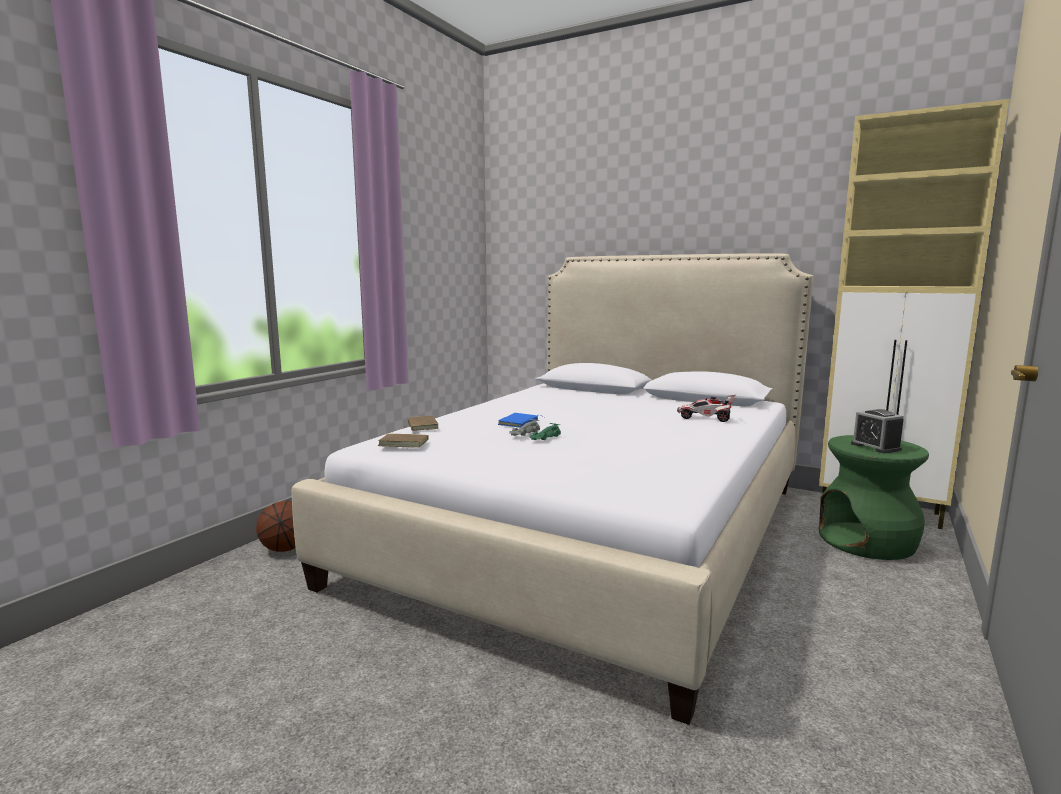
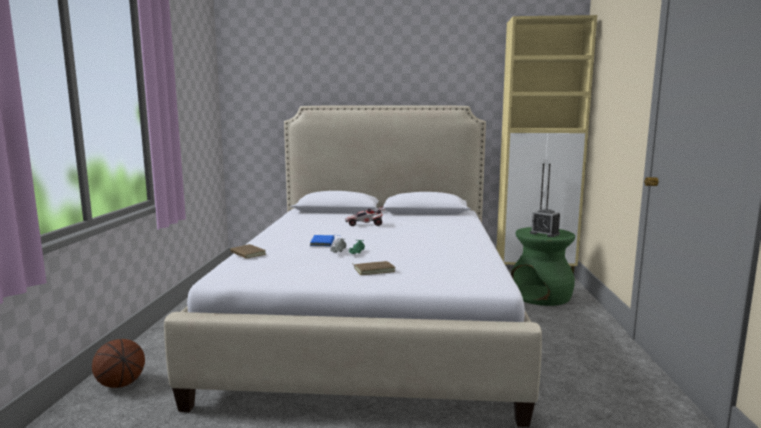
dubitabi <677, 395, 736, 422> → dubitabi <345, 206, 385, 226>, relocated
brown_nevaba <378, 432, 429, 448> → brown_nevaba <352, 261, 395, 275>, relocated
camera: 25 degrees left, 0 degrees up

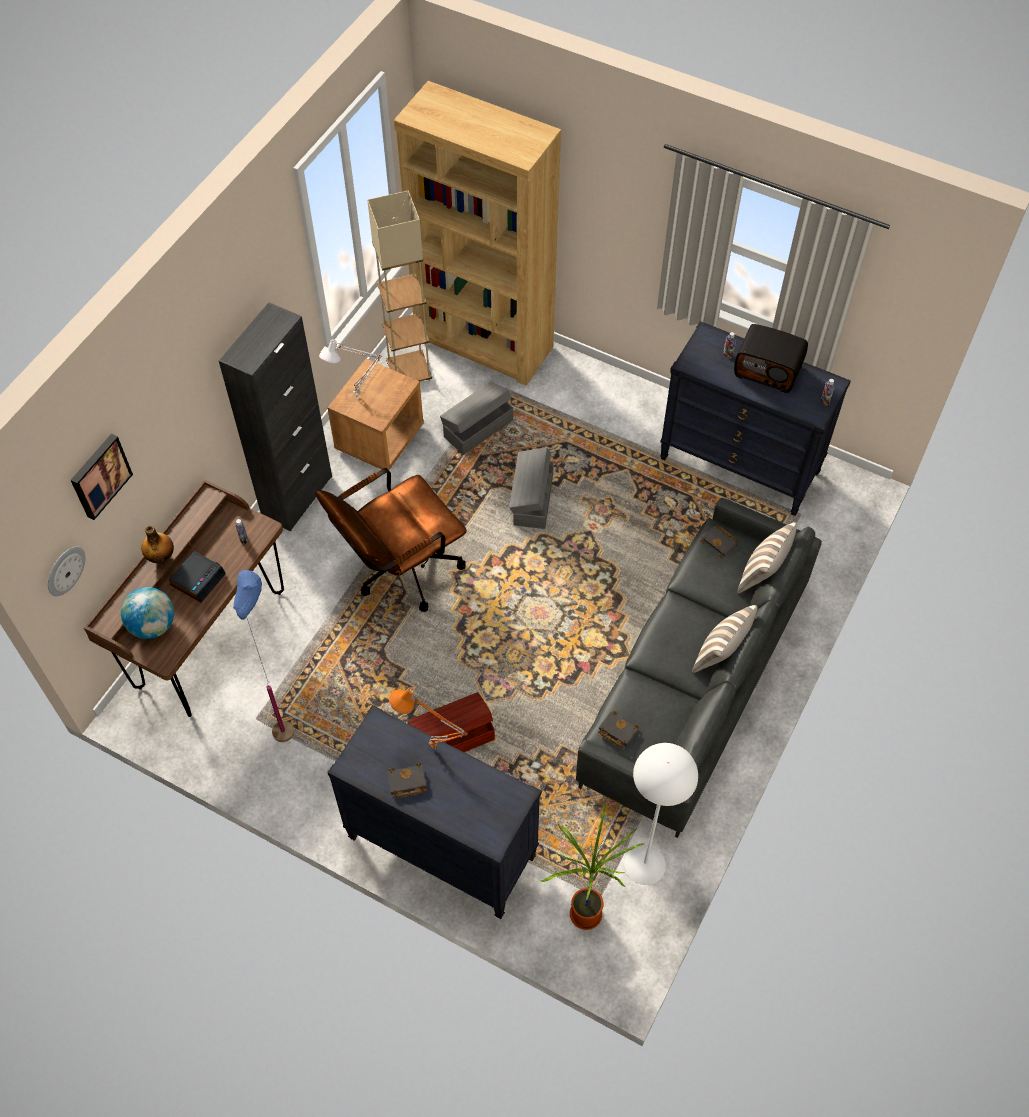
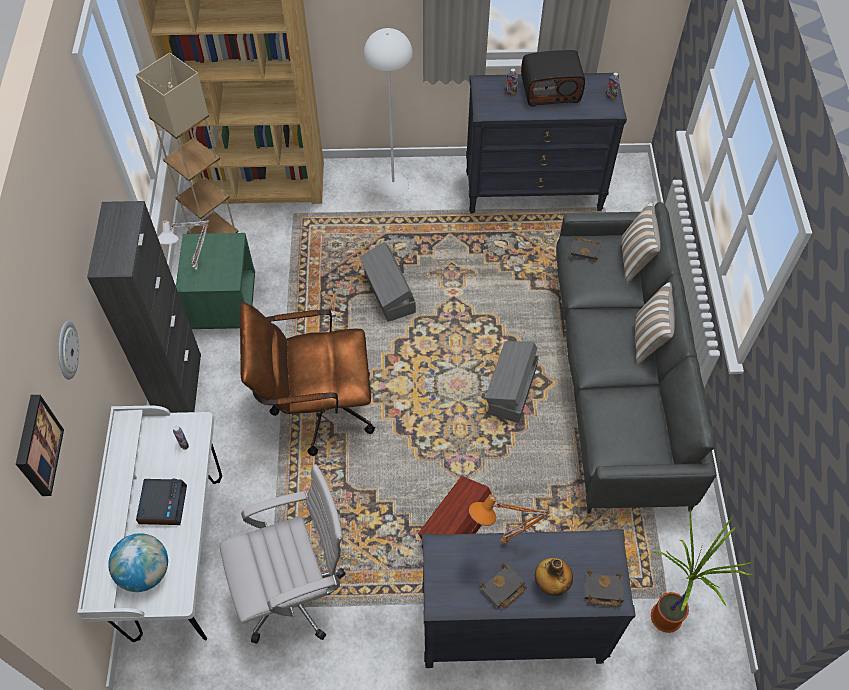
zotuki <48, 547, 85, 596> → zotuki <58, 321, 79, 380>, relocated
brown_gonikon <84, 479, 284, 717> → white_gonikon <77, 405, 222, 642>
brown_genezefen <327, 359, 424, 470> → green_genezefen <176, 233, 255, 329>
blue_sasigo <233, 570, 294, 742> → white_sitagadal <220, 464, 346, 644>
brown_sitagadal <316, 468, 467, 612> → brown_sitagadal <240, 302, 375, 456>, 60 degrees clockwise
white_sasigo <624, 743, 698, 885> → white_sasigo <364, 28, 413, 197>, relocated
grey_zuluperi <440, 382, 513, 455> → grey_zuluperi <485, 341, 539, 423>, relocated
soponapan <141, 526, 174, 564> → soponapan <535, 558, 573, 596>, relocated
black_nevaba <598, 711, 639, 748> → black_nevaba <585, 570, 624, 607>, relocated
camera: 30 degrees left, 0 degrees up

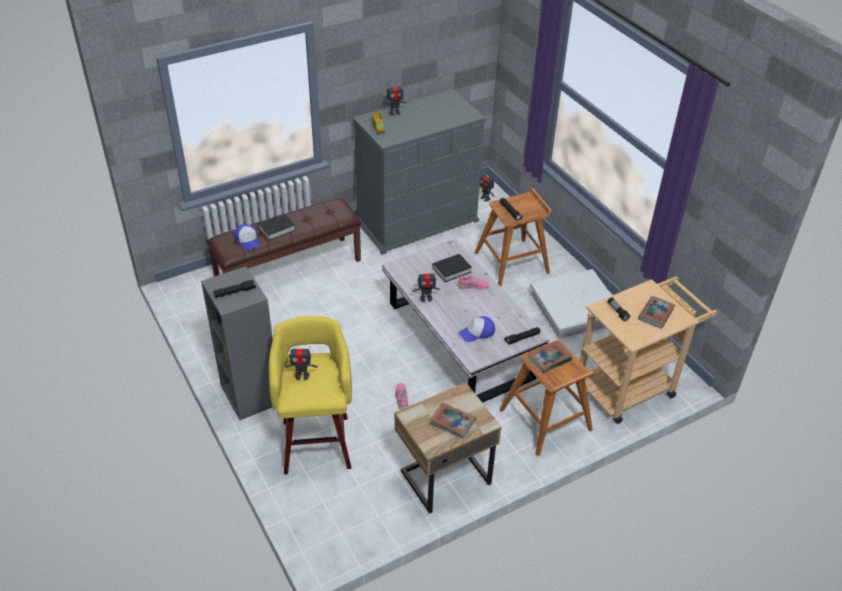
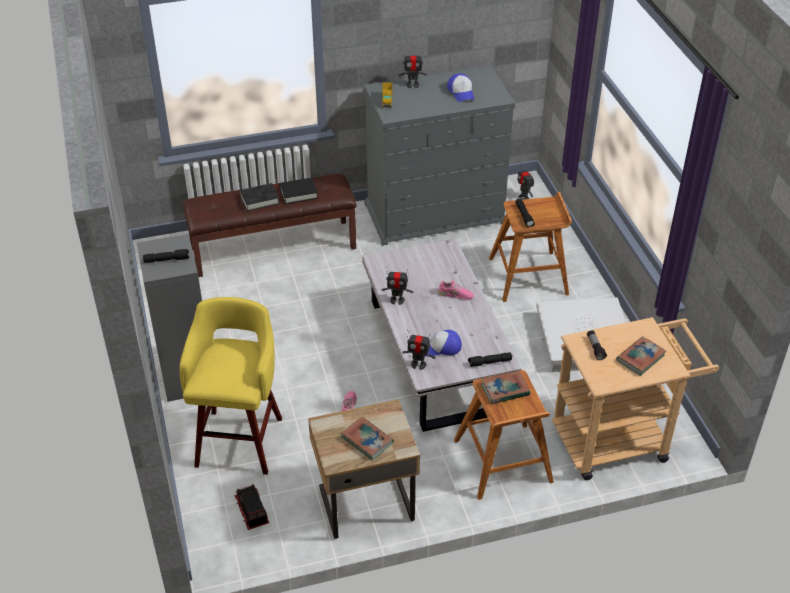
- → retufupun <234, 484, 269, 530>
black_nevaba <432, 254, 472, 282> → black_nevaba <279, 178, 318, 204>, relocated
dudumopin <285, 345, 318, 380> → dudumopin <402, 330, 436, 370>, relocated
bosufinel <234, 224, 260, 251> → bosufinel <447, 73, 474, 102>, relocated
camera: 15 degrees right, 0 degrees up

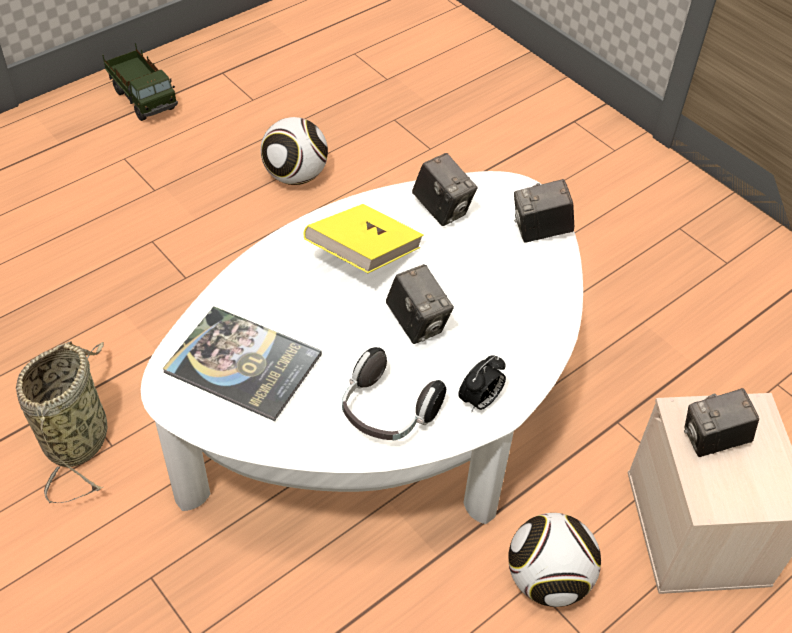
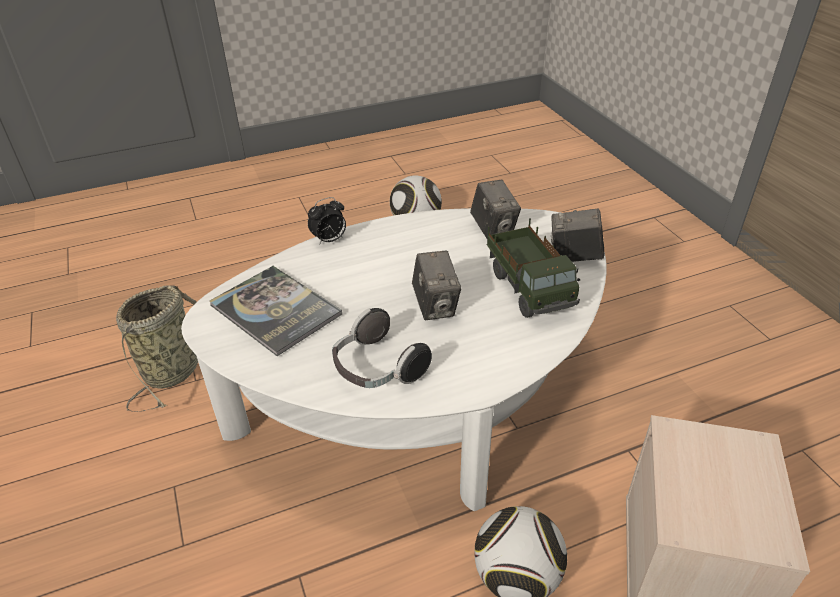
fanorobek <458, 355, 506, 412> → fanorobek <308, 197, 346, 245>, relocated
retufupun <102, 43, 178, 121> → retufupun <487, 218, 580, 318>, relocated
yellow_nevaba <304, 204, 424, 273> → -
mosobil <684, 388, 759, 457> → -
camera: 20 degrees right, 10 degrees down

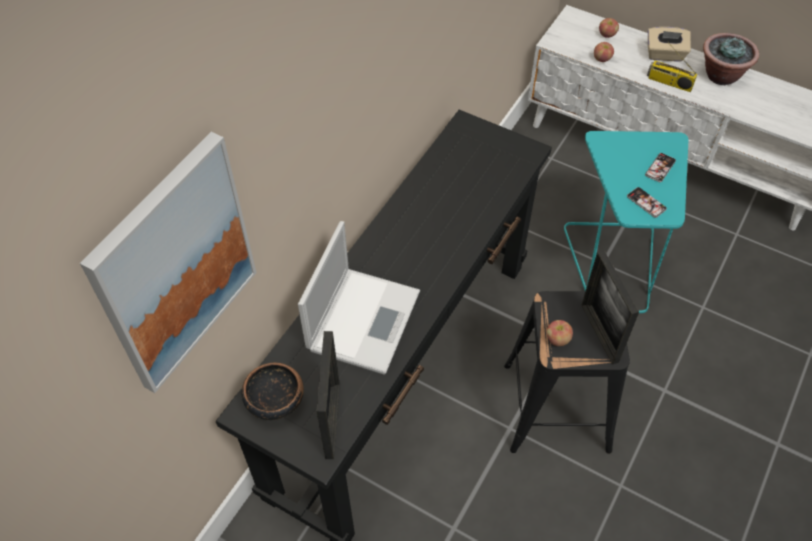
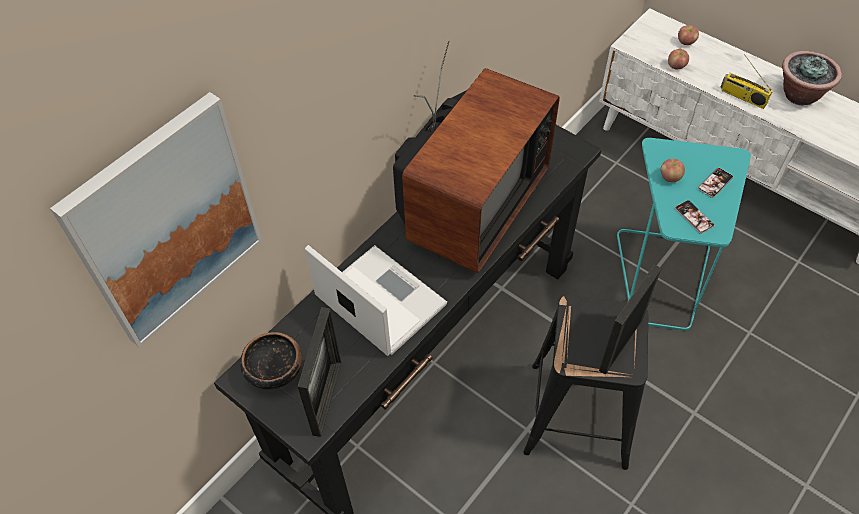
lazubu <298, 221, 420, 375> → lazubu <305, 245, 447, 356>, 75 degrees counterclockwise
- → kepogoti <393, 41, 560, 273>
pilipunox <581, 250, 639, 364> → pilipunox <599, 265, 662, 375>, 45 degrees clockwise
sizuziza <546, 320, 573, 346> → sizuziza <661, 159, 685, 182>, relocated
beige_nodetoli <648, 27, 691, 62> → -
camera: 10 degrees right, 0 degrees up

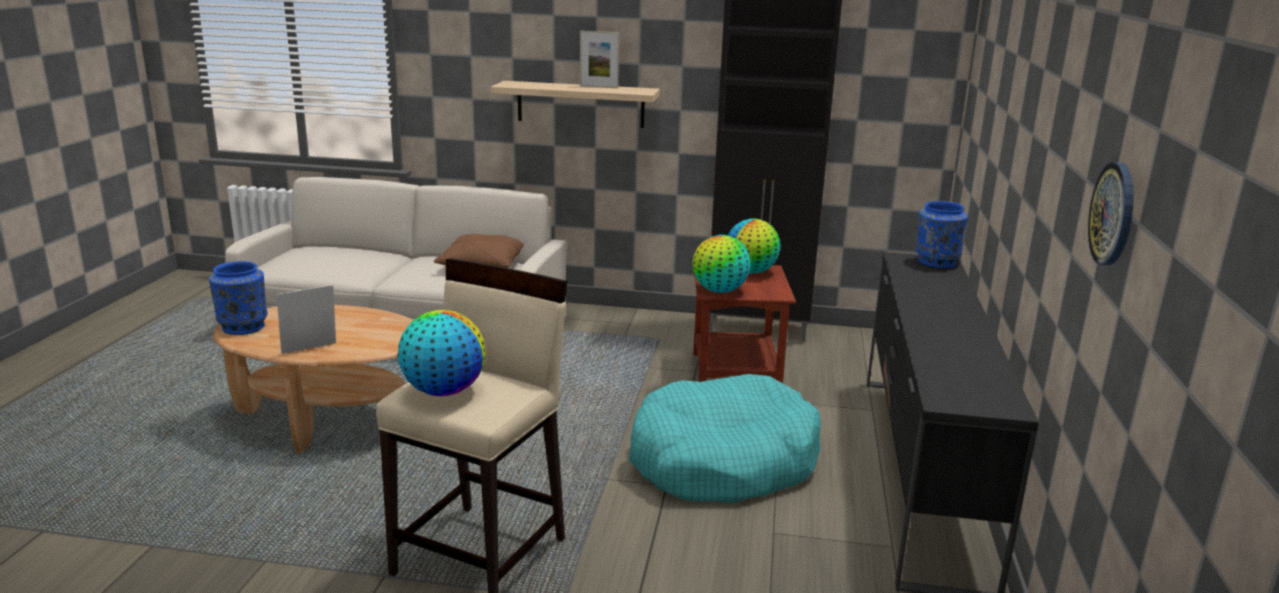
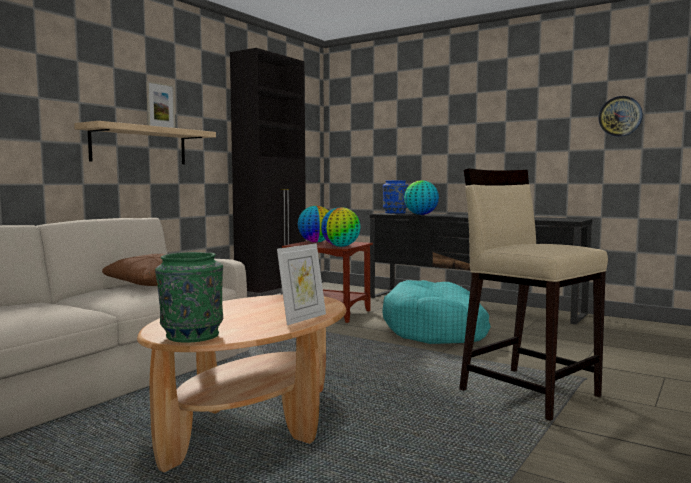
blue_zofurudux <209, 261, 268, 335> → green_zofurudux <155, 252, 223, 343>
pilipunox <276, 285, 336, 354> → pilipunox <277, 243, 326, 325>, 135 degrees counterclockwise
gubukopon <398, 310, 486, 396> → gubukopon <404, 180, 439, 215>, relocated
camera: 65 degrees left, 15 degrees down

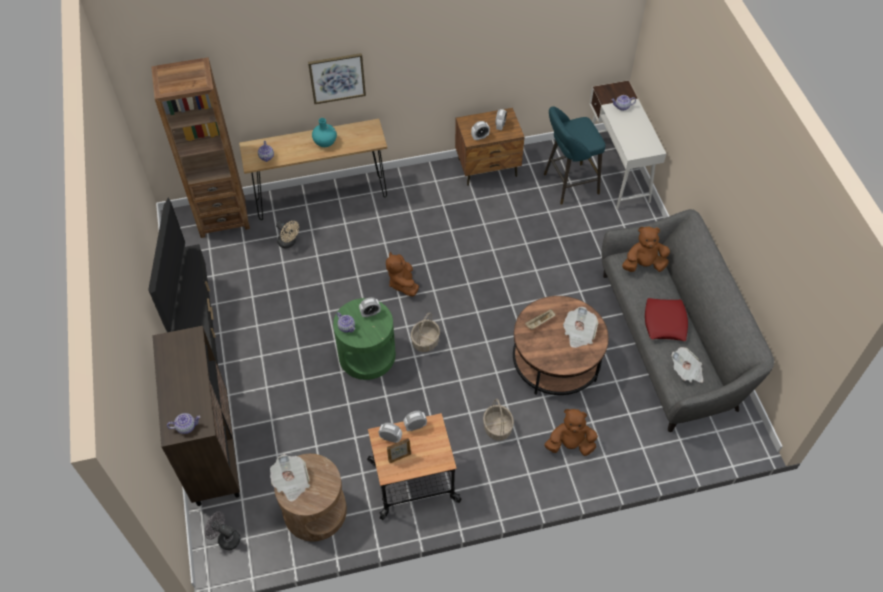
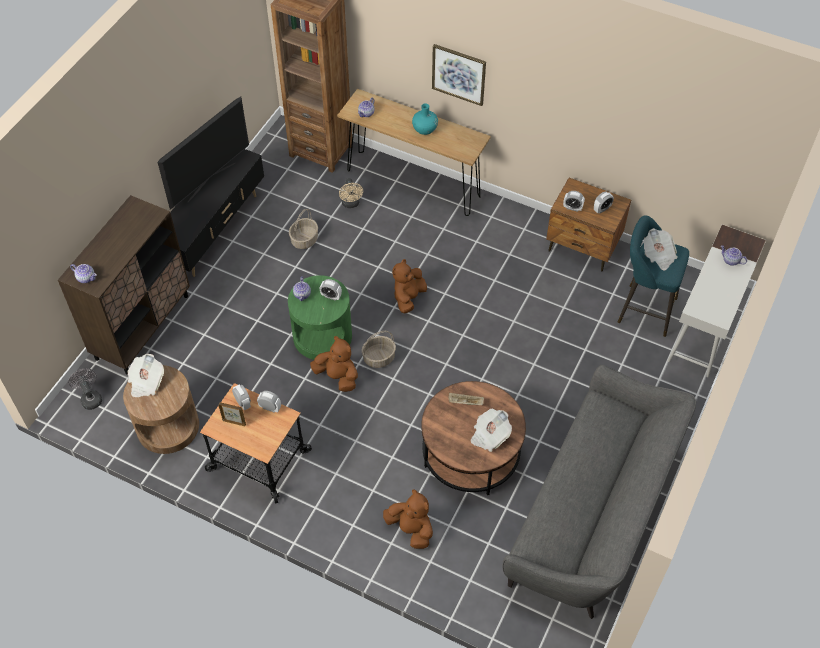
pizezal <483, 399, 514, 441> → pizezal <289, 209, 318, 249>, relocated
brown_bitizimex <622, 227, 670, 272> → brown_bitizimex <310, 336, 358, 392>, relocated
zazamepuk <672, 347, 703, 383> → zazamepuk <643, 228, 678, 271>, relocated
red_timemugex <645, 298, 688, 341> → -
camera: 40 degrees right, 0 degrees up

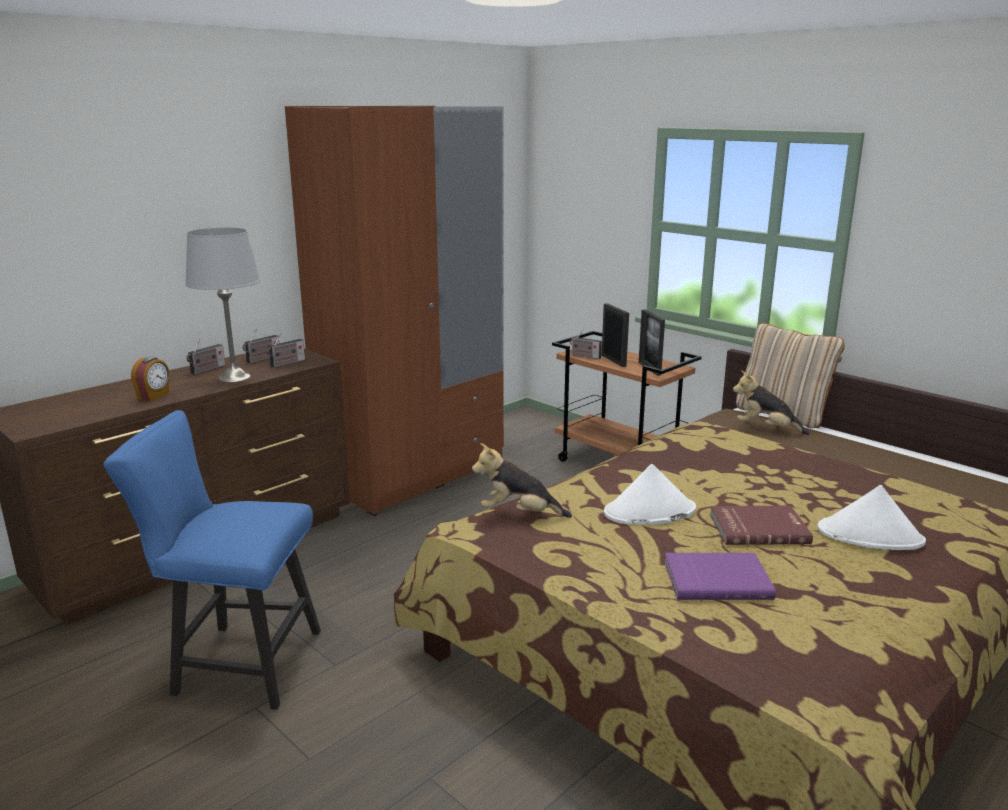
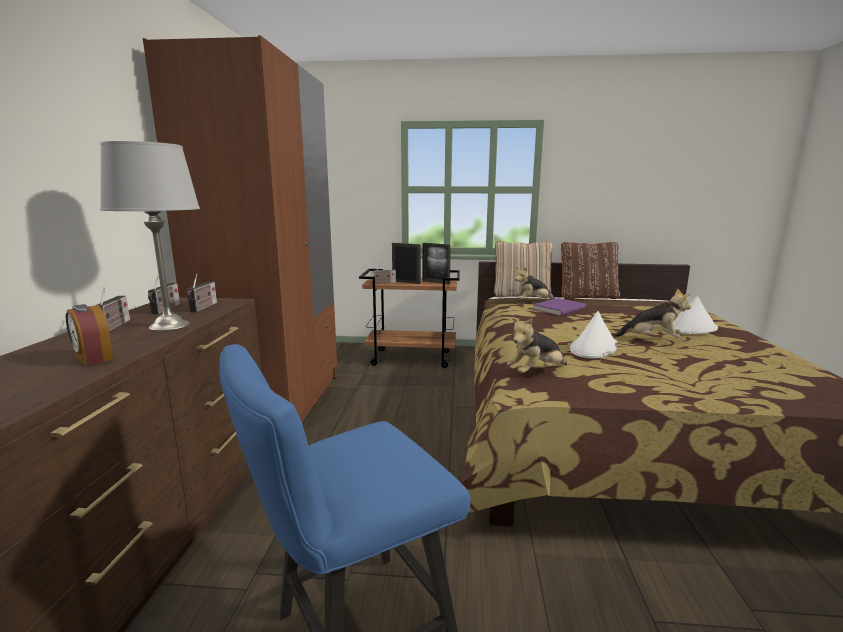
fanorobek <131, 357, 169, 401> → fanorobek <66, 304, 113, 366>, 150 degrees clockwise
purple_nevaba <664, 553, 776, 600> → purple_nevaba <532, 298, 586, 316>, relocated
- → brown_timemugex <561, 242, 620, 299>
red_nevaba <710, 505, 813, 545> → bitizimex <614, 288, 691, 338>
camera: 40 degrees left, 5 degrees down

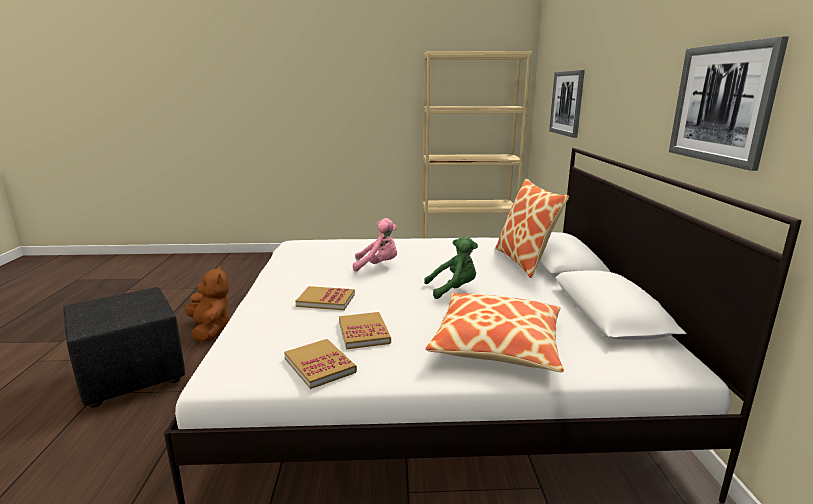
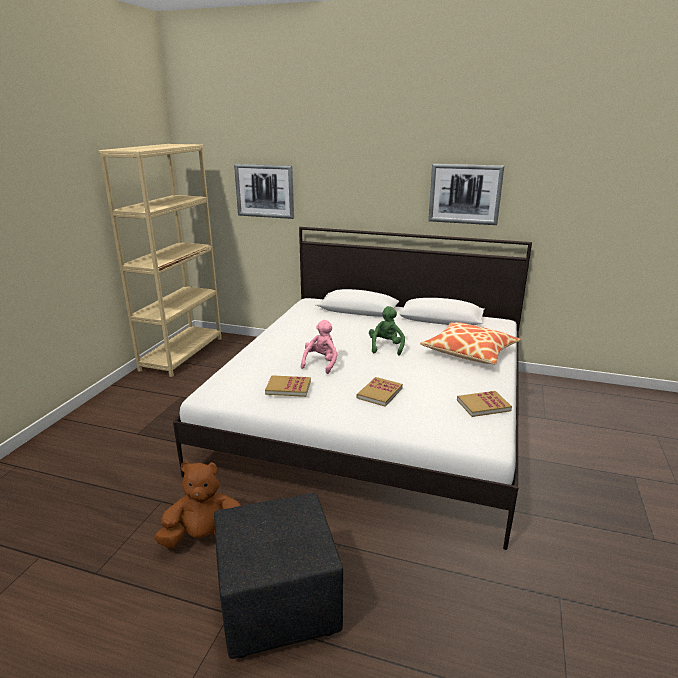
nevaba <339, 312, 391, 349> → nevaba <265, 375, 311, 397>, relocated
timemugex <495, 179, 569, 278> → -
camera: 70 degrees left, 5 degrees up

